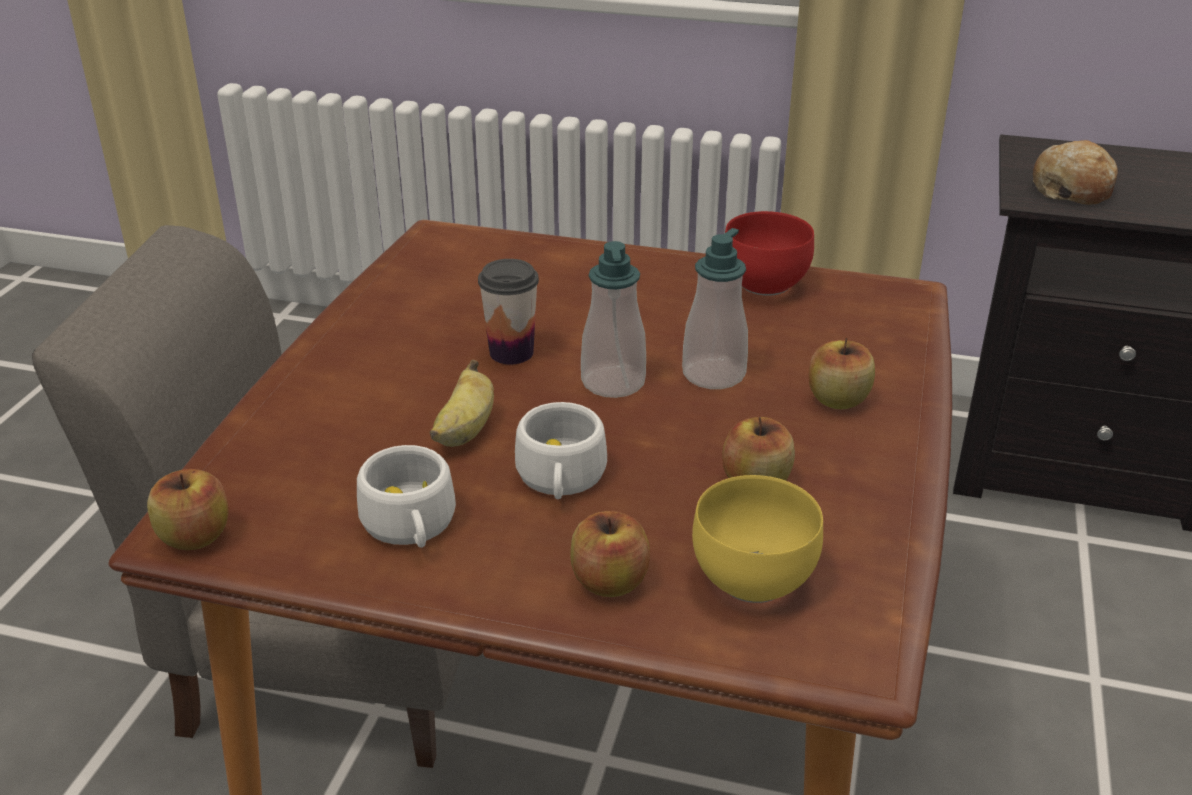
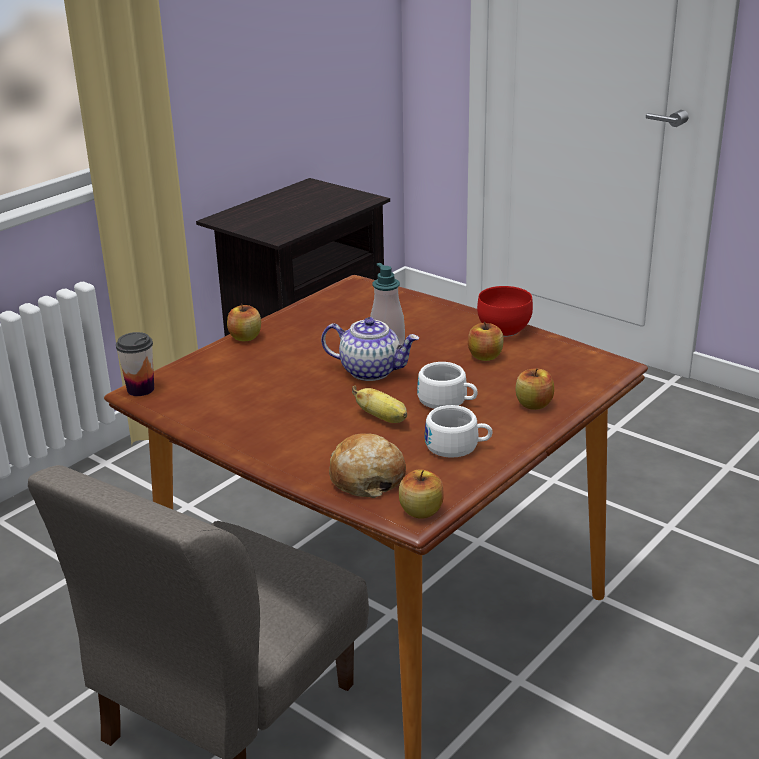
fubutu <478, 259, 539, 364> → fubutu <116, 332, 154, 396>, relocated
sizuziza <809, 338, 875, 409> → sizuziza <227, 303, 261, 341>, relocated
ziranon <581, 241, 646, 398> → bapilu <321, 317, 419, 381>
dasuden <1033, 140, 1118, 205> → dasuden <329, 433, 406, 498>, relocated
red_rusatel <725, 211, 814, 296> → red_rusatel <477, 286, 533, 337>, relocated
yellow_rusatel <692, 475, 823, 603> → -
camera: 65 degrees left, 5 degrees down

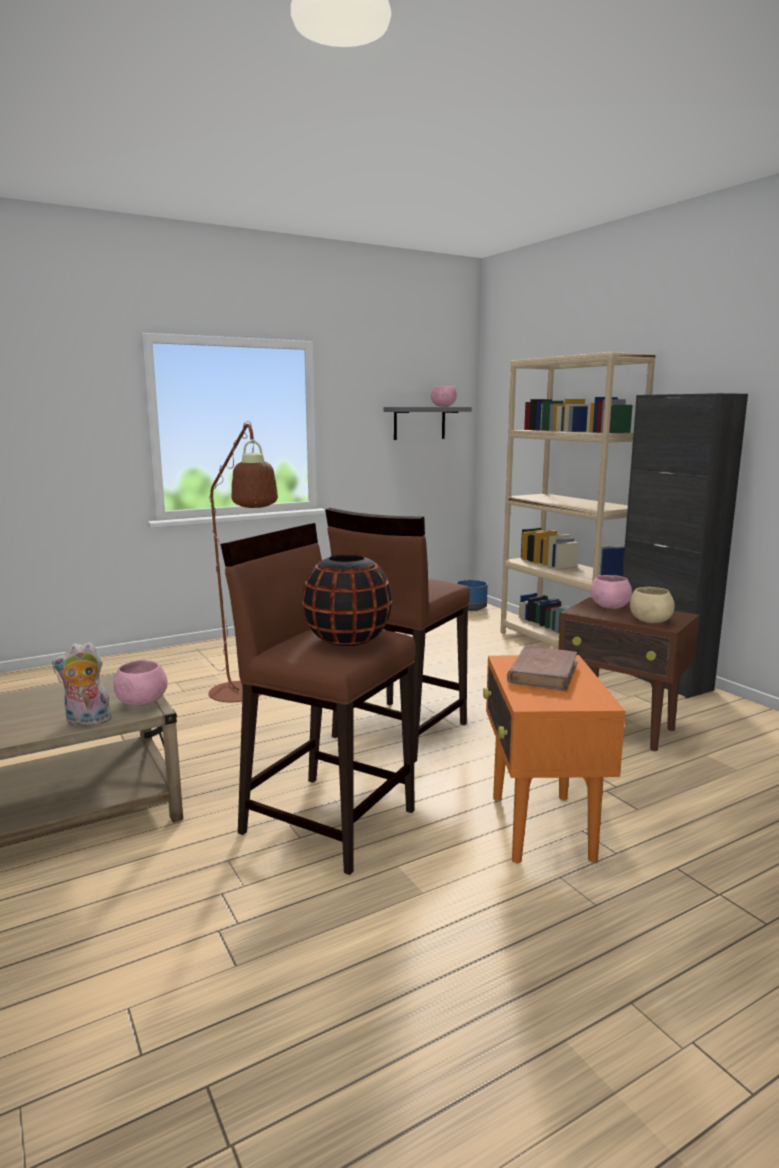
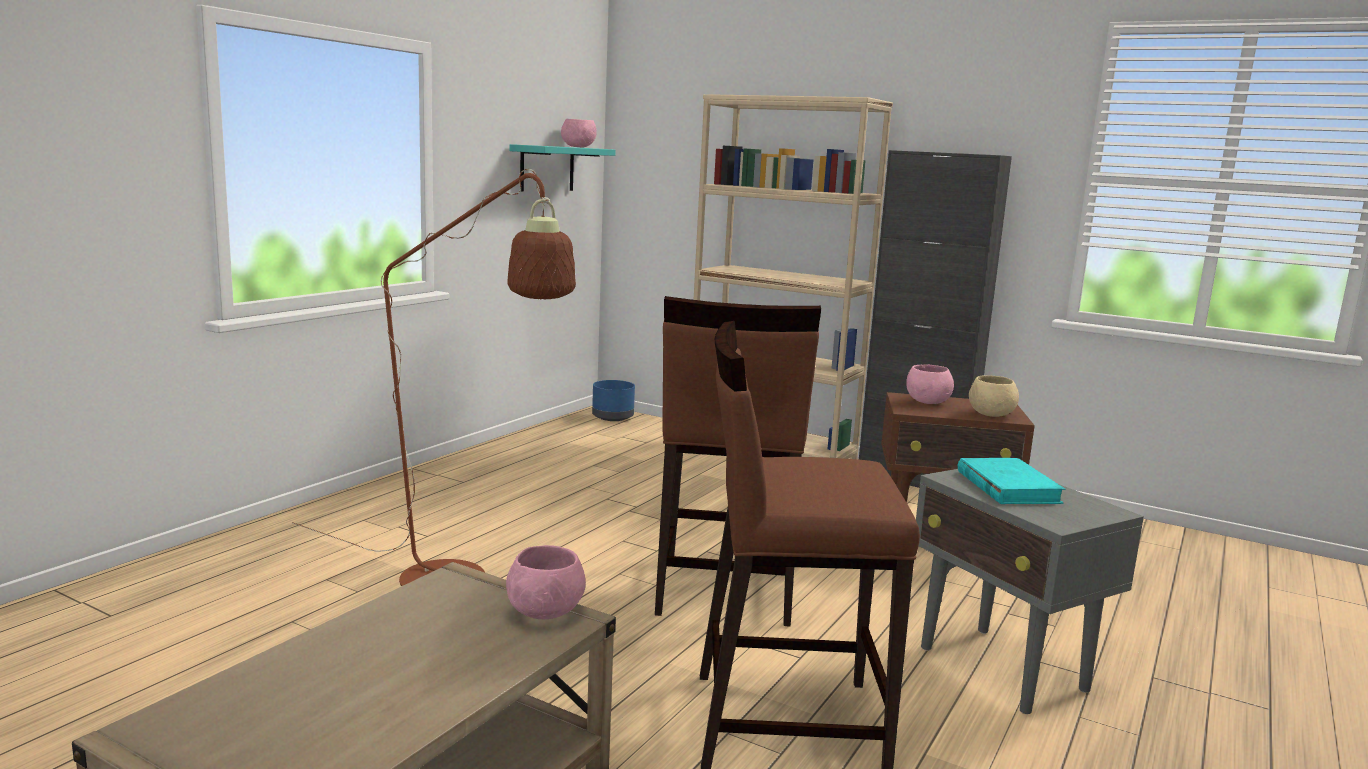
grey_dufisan <384, 407, 472, 440> → turquoise_dufisan <509, 144, 615, 191>
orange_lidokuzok <483, 655, 625, 863> → grey_lidokuzok <916, 469, 1144, 714>
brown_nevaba <507, 646, 578, 691> → turquoise_nevaba <958, 458, 1066, 504>
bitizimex <52, 642, 116, 726> → -
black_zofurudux <302, 555, 392, 646> → -
camera: 30 degrees left, 0 degrees up

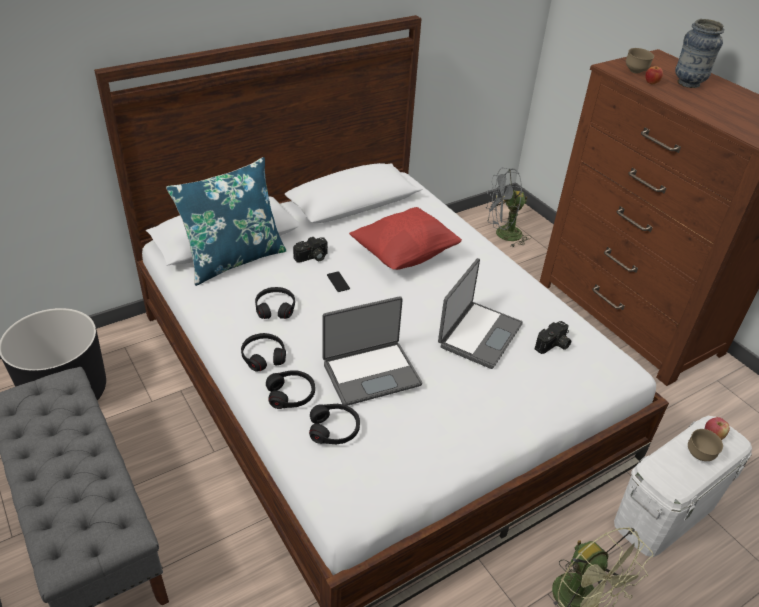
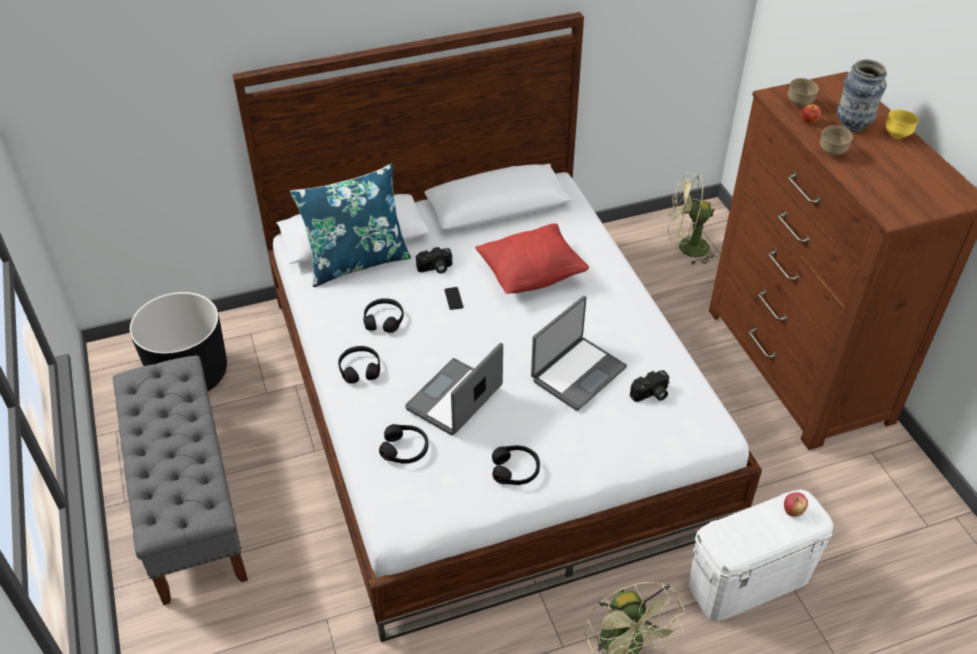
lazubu <322, 296, 422, 406> → lazubu <405, 343, 503, 436>, 135 degrees clockwise
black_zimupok <266, 370, 315, 409> → black_zimupok <492, 445, 540, 485>, relocated
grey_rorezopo <485, 168, 532, 247> → green_rorezopo <668, 173, 719, 265>
brown_rusatel <688, 429, 723, 461> → brown_rusatel <820, 125, 853, 156>, relocated
- → yellow_rusatel <886, 109, 919, 139>
camera: 15 degrees right, 5 degrees up

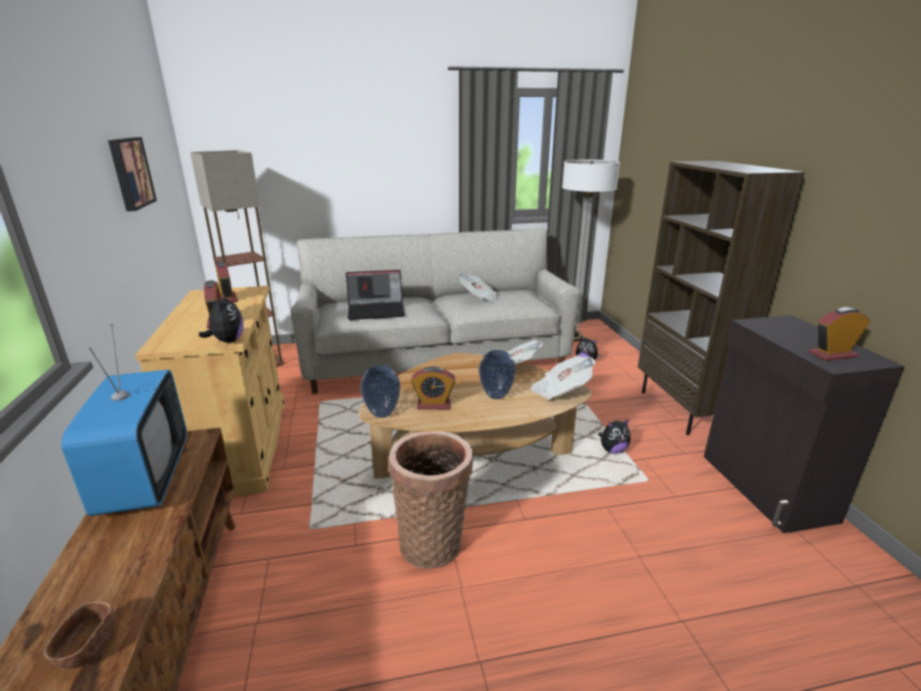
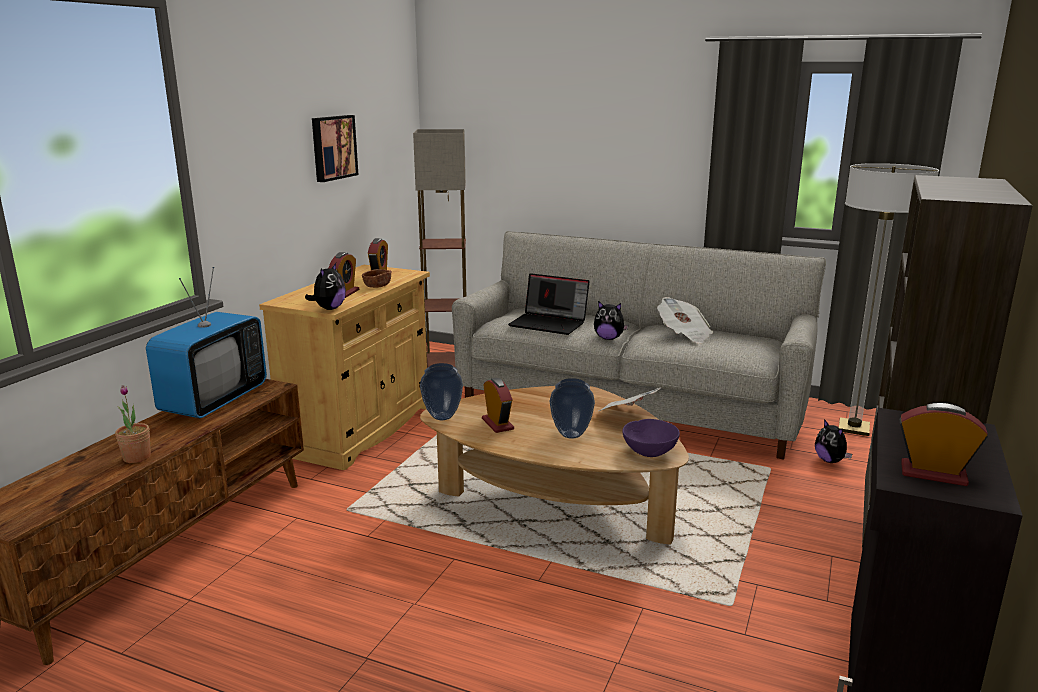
- → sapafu <115, 385, 151, 463>
brown_rusatel <44, 601, 115, 669> → brown_rusatel <362, 269, 391, 288>, relocated
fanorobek <411, 366, 455, 410> → fanorobek <482, 378, 514, 433>, 150 degrees counterclockwise
bitizimex <598, 419, 631, 454> → bitizimex <594, 301, 628, 340>, relocated
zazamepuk <531, 355, 596, 400> → purple_rusatel <622, 419, 680, 457>
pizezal <389, 431, 473, 569> → -
camera: 35 degrees right, 5 degrees down

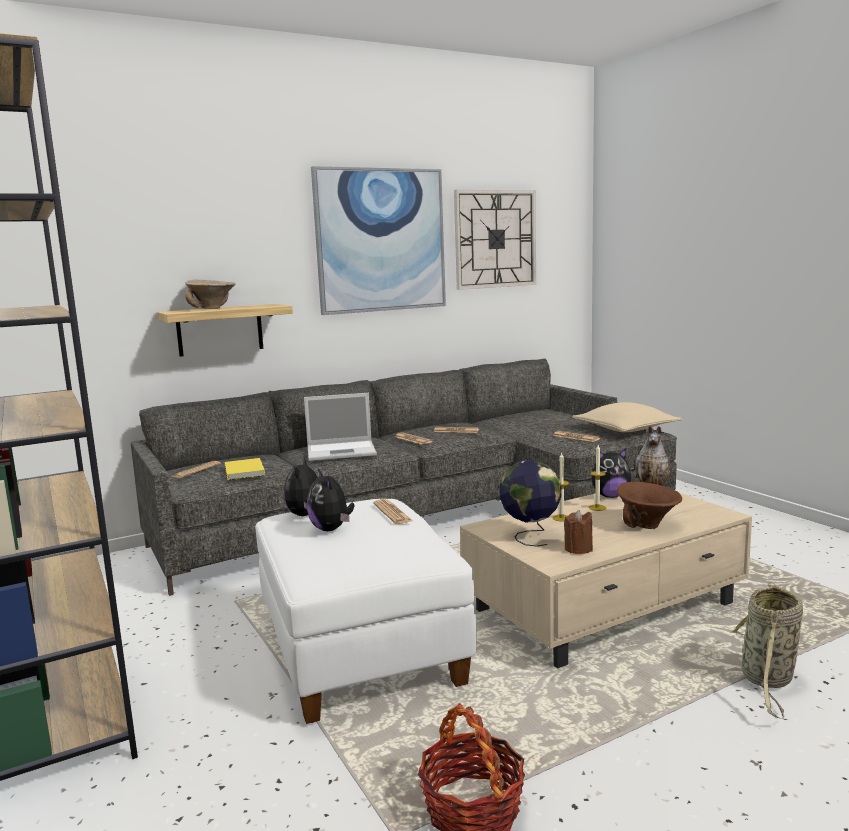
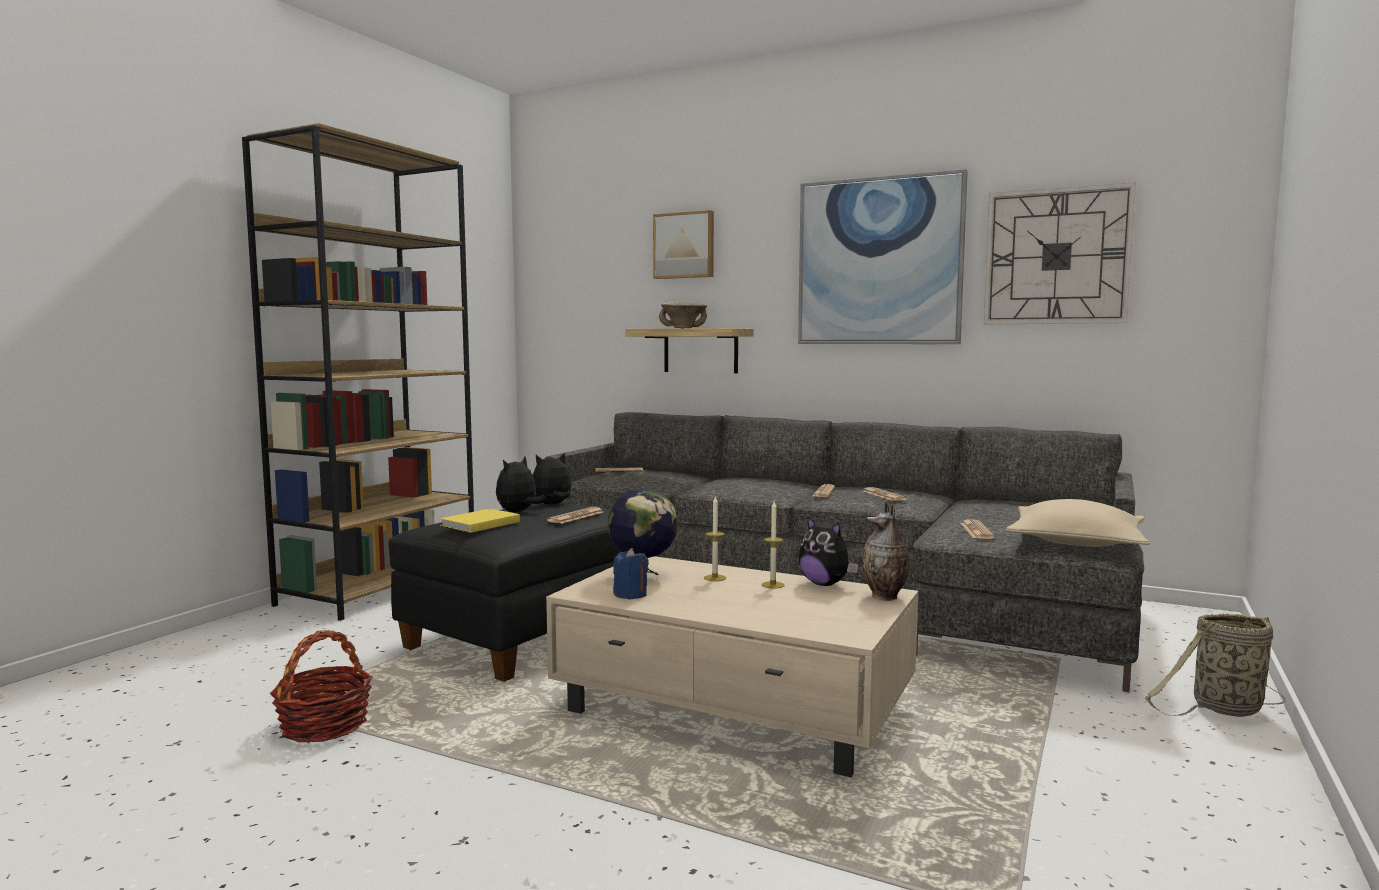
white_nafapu <255, 499, 477, 724> → black_nafapu <388, 503, 621, 682>
yellow_nevaba <224, 458, 265, 480> → yellow_nevaba <440, 509, 520, 533>, relocated
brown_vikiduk <564, 510, 593, 554> → blue_vikiduk <613, 548, 649, 599>
- → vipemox <653, 210, 714, 279>
pizezal <730, 582, 803, 719> → pizezal <1145, 614, 1286, 717>, relocated
lazubu <304, 393, 377, 461> → -
brown_rusatel <617, 482, 682, 529> → -
camera: 55 degrees right, 5 degrees down

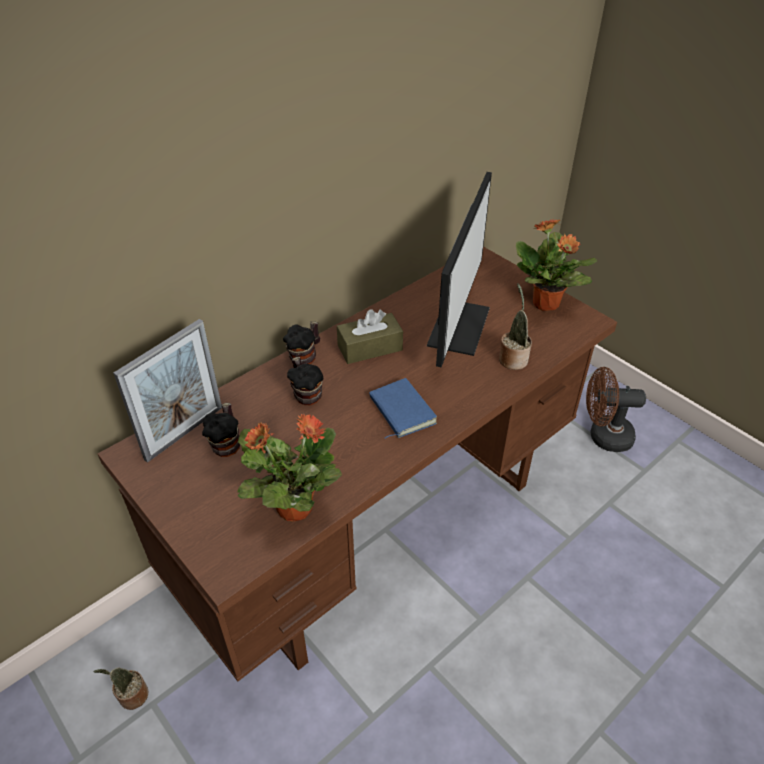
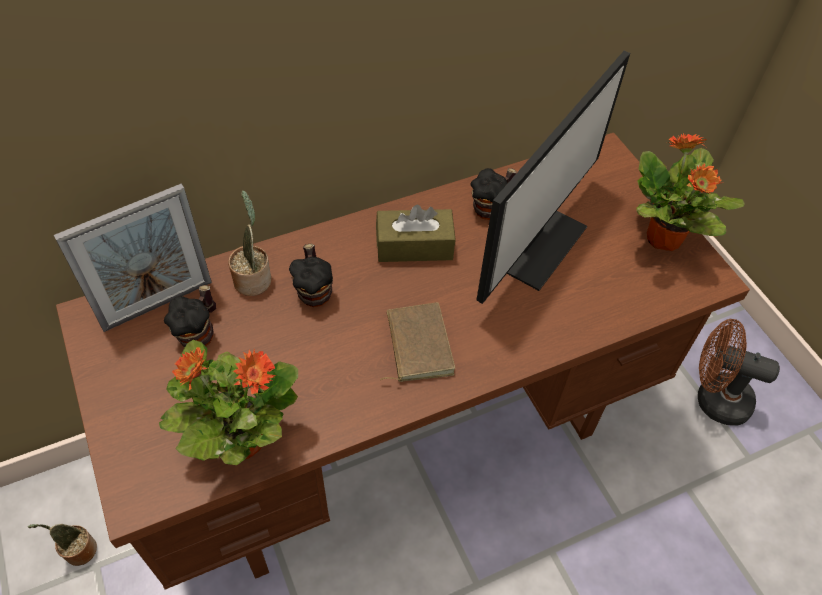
sapafu <499, 284, 532, 370> → sapafu <228, 190, 271, 296>, relocated
blue_nevaba <369, 378, 437, 438> → brown_nevaba <380, 302, 455, 382>
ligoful <283, 321, 320, 364> → ligoful <471, 168, 517, 220>, relocated
camera: 15 degrees right, 10 degrees up

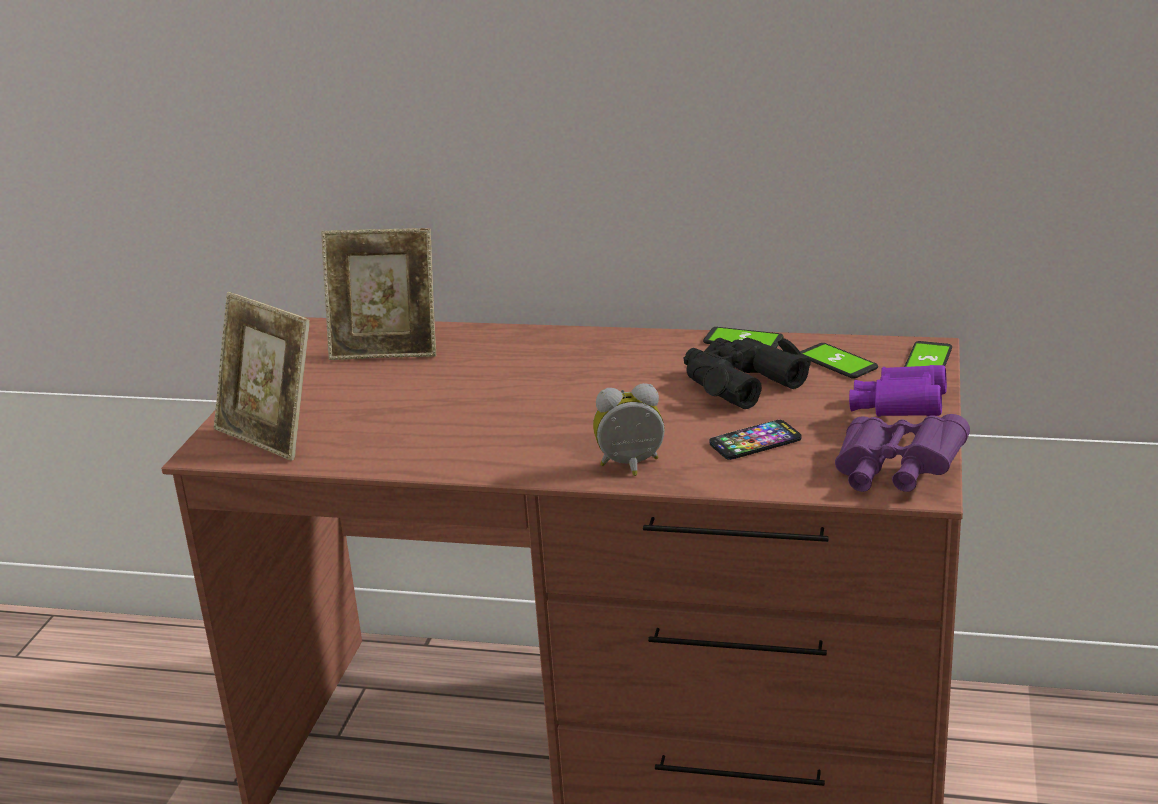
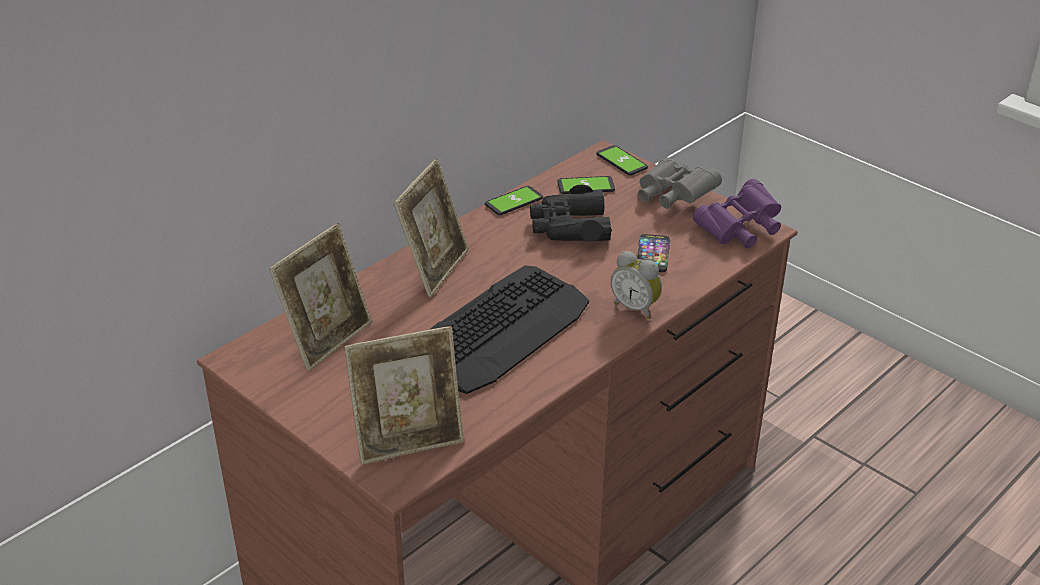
- → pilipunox <394, 159, 469, 297>
- → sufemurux <429, 265, 589, 394>
fanorobek <593, 383, 665, 476> → fanorobek <611, 251, 662, 319>, 75 degrees counterclockwise
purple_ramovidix <849, 365, 947, 417> → grey_ramovidix <638, 157, 722, 209>
camera: 60 degrees left, 10 degrees up

